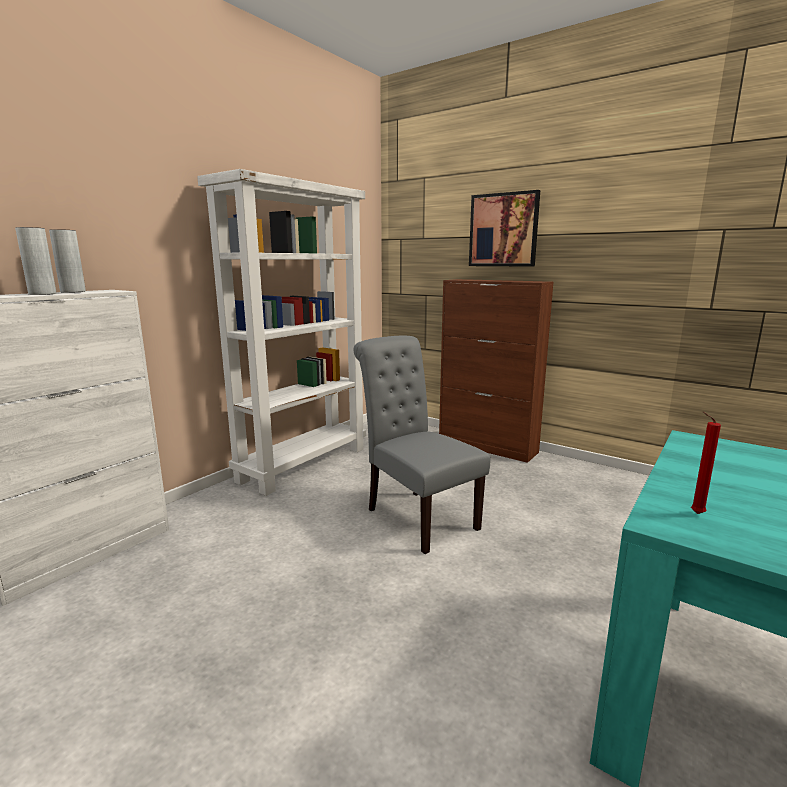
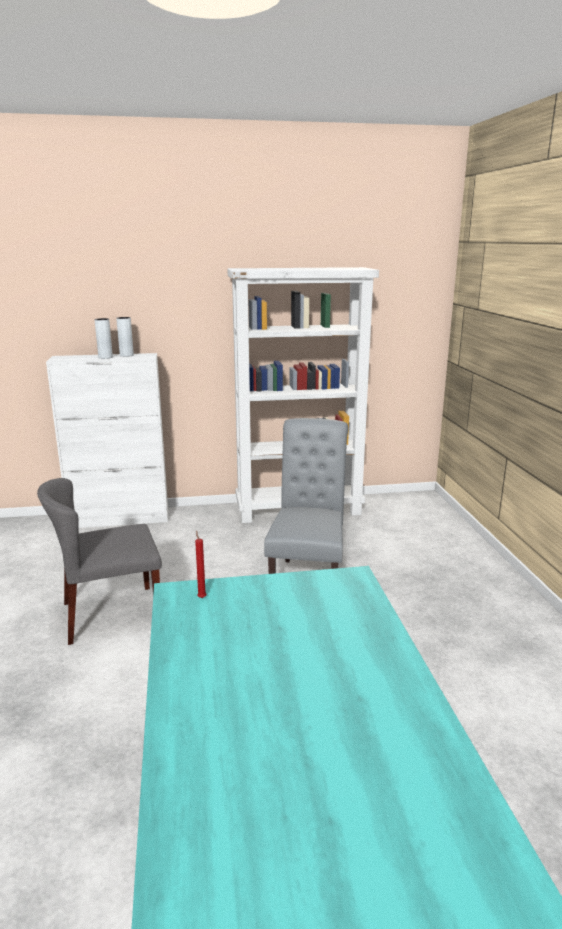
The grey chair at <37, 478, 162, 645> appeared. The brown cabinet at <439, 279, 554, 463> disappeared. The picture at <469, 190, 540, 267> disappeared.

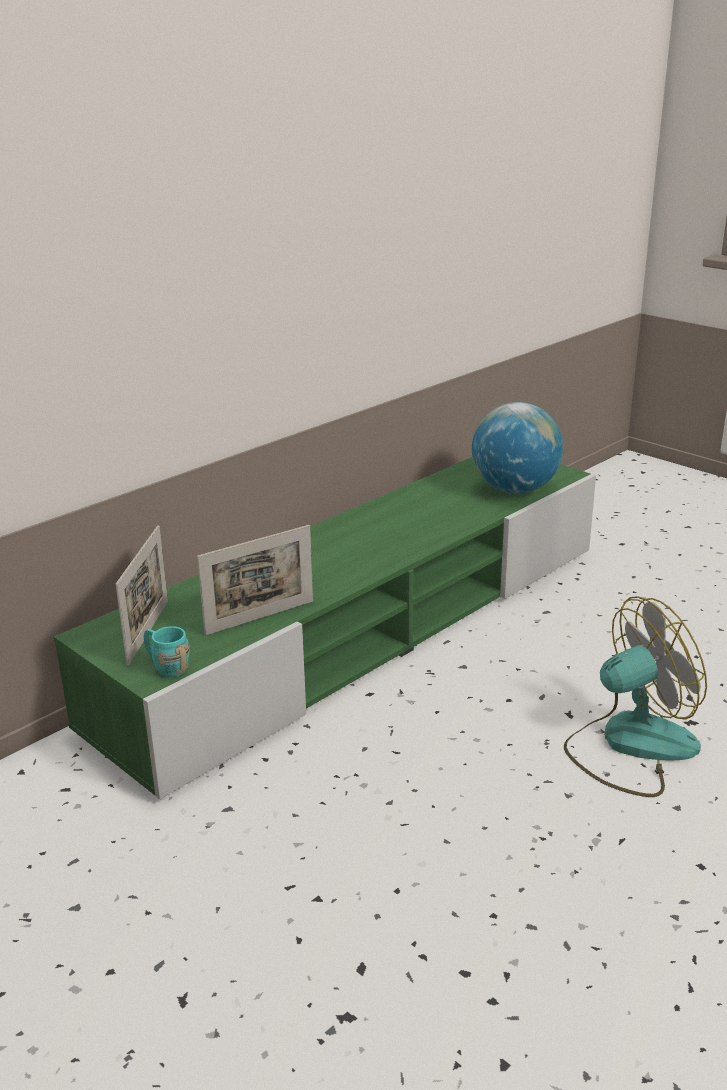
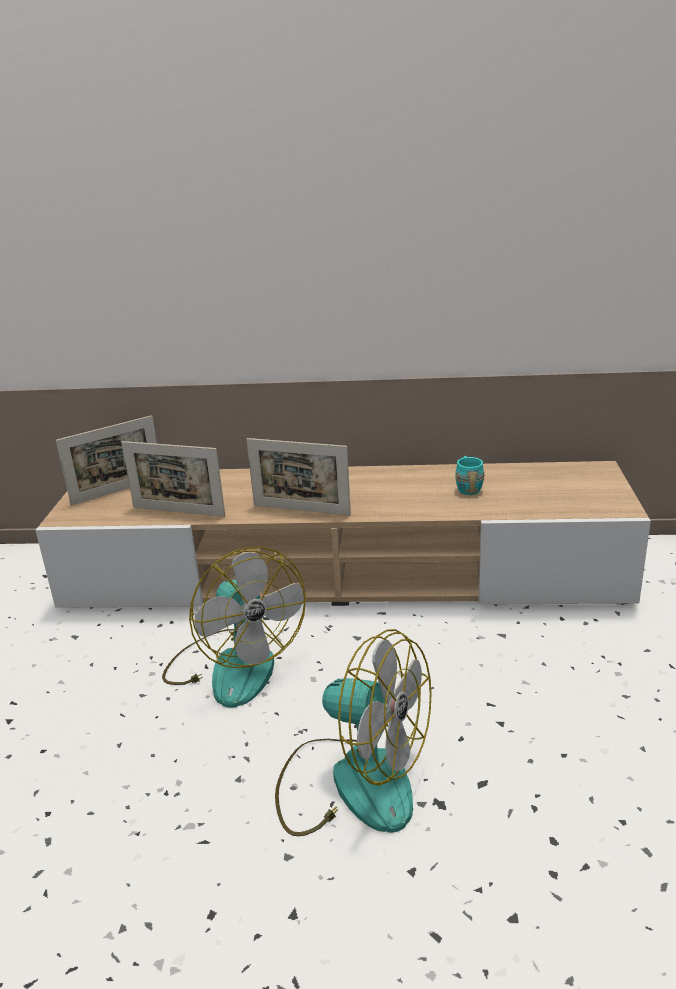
The green tv stand at <54, 457, 596, 799> became the beige tv stand at <35, 461, 651, 608>. The fan at <162, 547, 306, 708> appeared. The picture frame at <247, 438, 351, 516> appeared. The turquoise mug moved from <144, 626, 190, 677> to <455, 456, 485, 495>. The globe at <472, 402, 563, 494> disappeared.

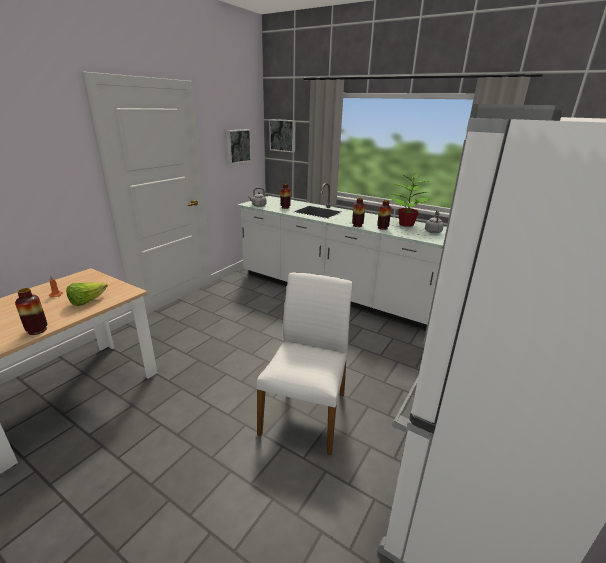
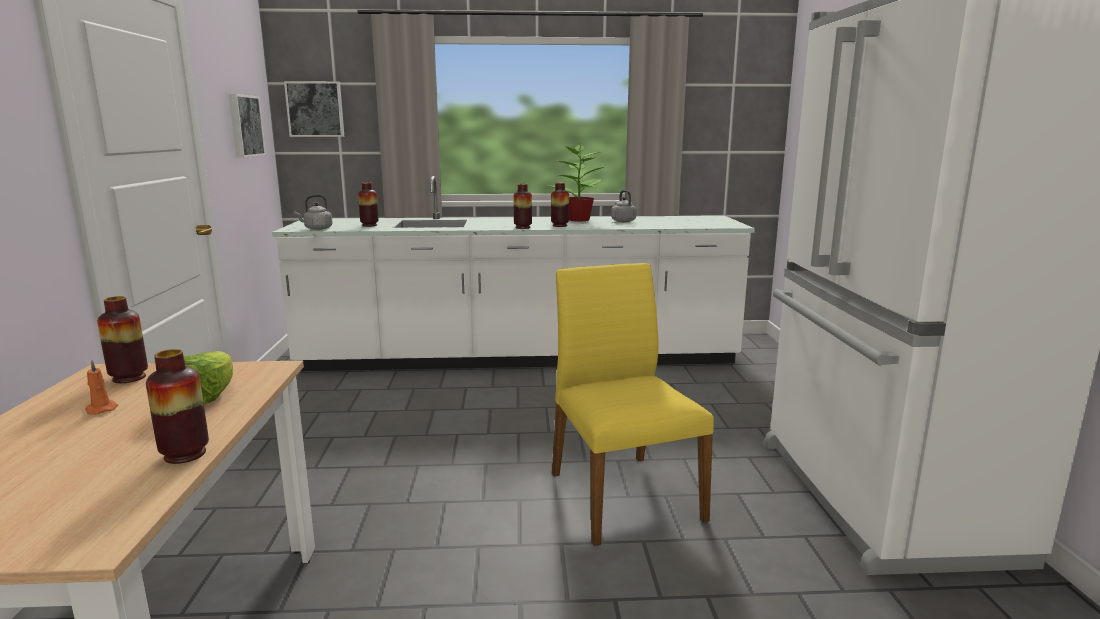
The vase at <97, 296, 148, 383> appeared. The white chair at <257, 272, 353, 455> became the yellow chair at <552, 263, 714, 546>.

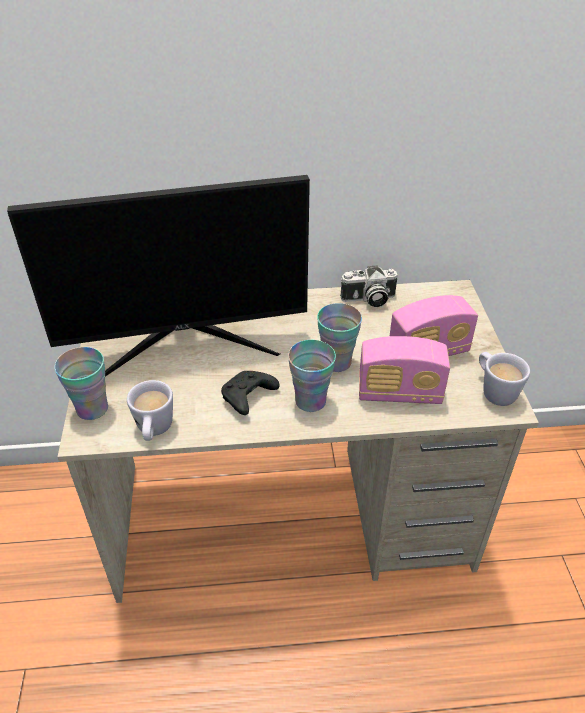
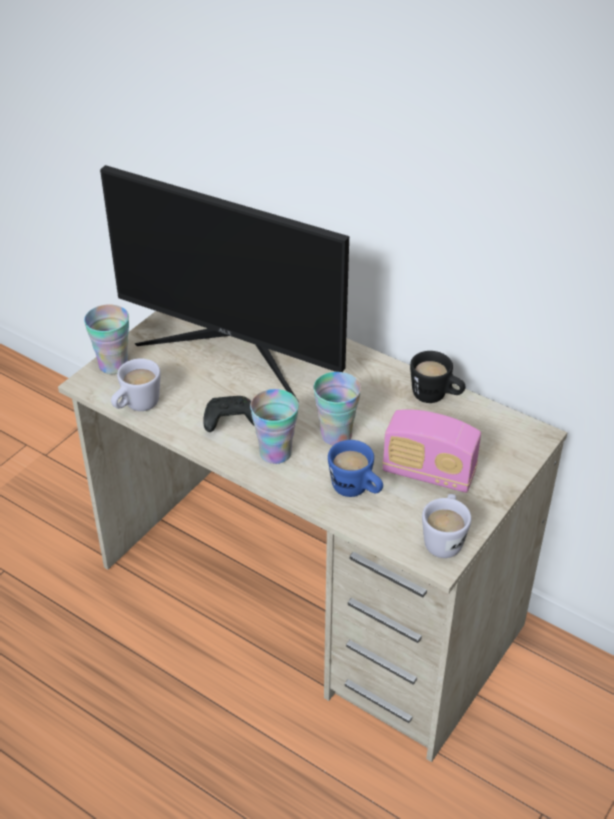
The radio at <359, 336, 450, 404> was replaced by the blue mug at <328, 440, 383, 497>. The photo camera at <340, 265, 398, 307> was replaced by the black mug at <410, 351, 465, 403>.

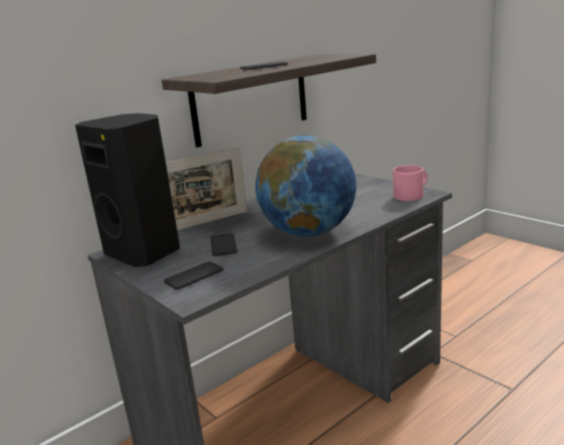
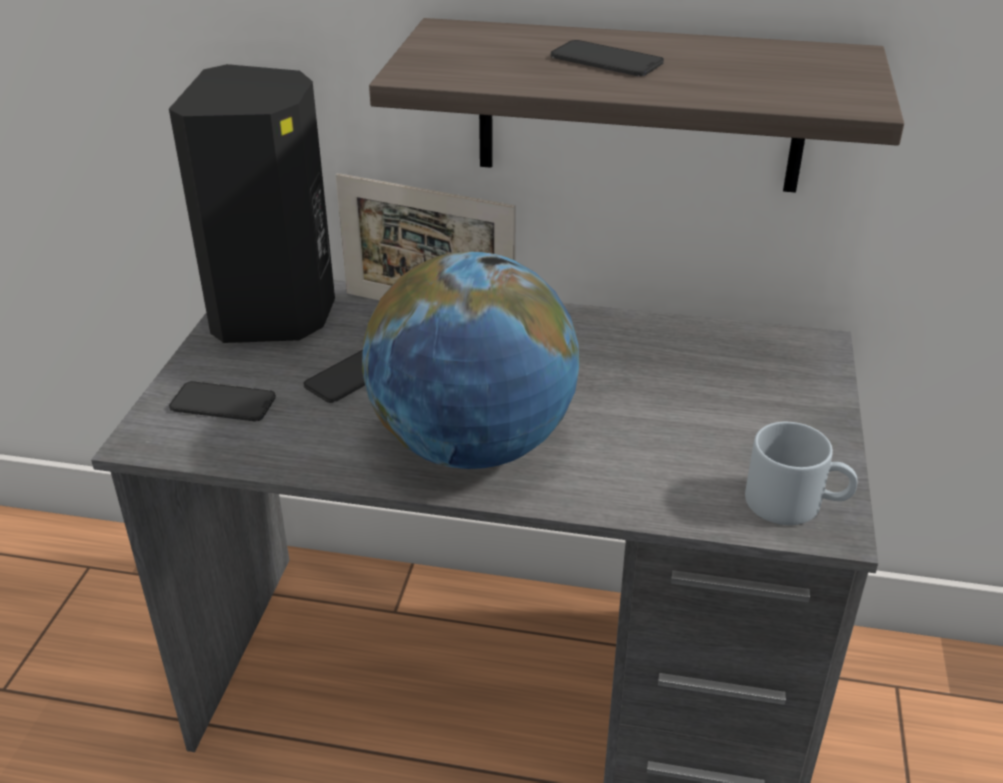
The pink mug at <393, 165, 427, 201> became the grey mug at <745, 422, 857, 525>.

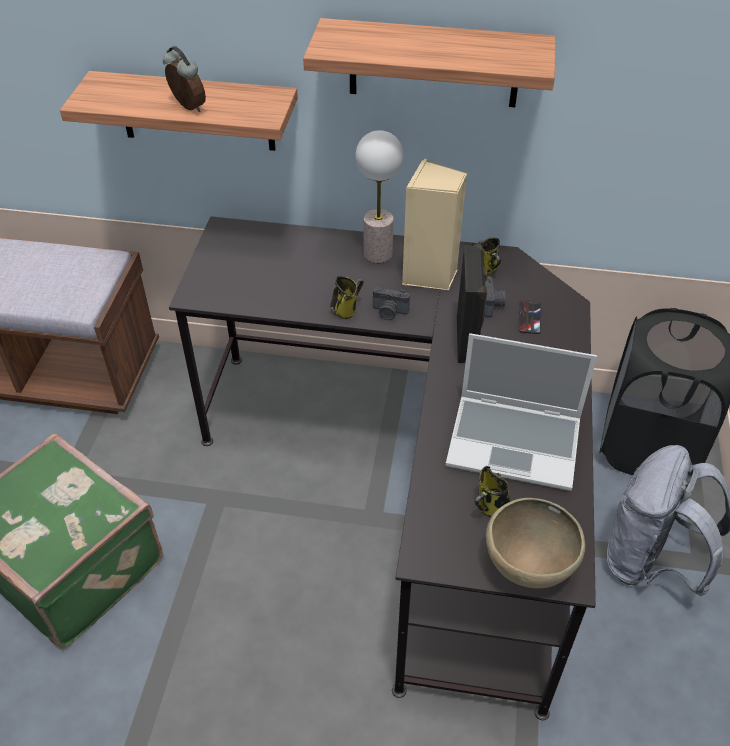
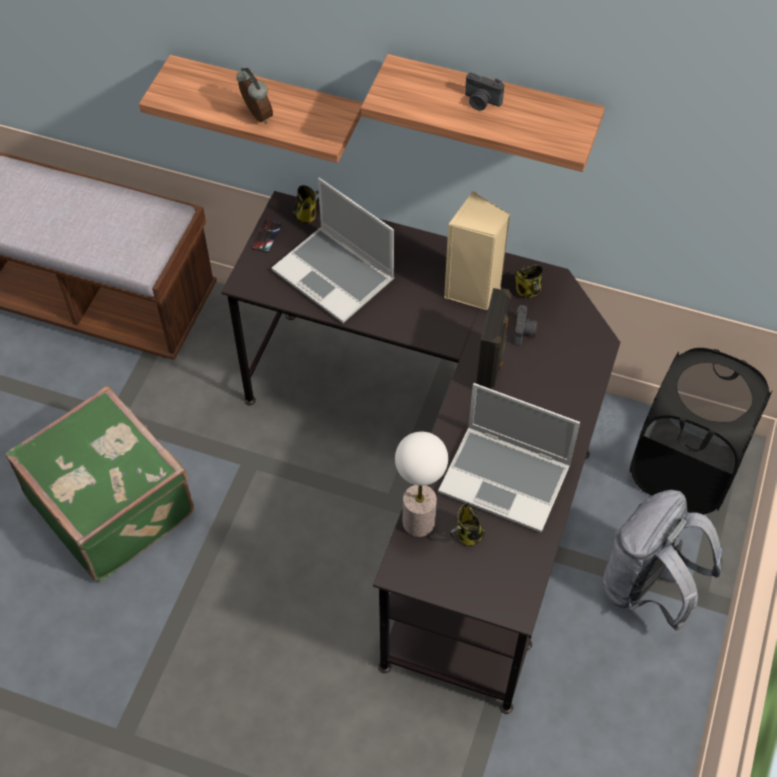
The phone moved from <519, 300, 541, 334> to <252, 218, 283, 253>. The laptop at <272, 178, 394, 323> appeared. The mug moved from <330, 276, 364, 319> to <293, 185, 319, 224>. The table lamp moved from <355, 130, 404, 263> to <395, 431, 448, 537>. The photo camera moved from <373, 287, 410, 320> to <465, 72, 504, 111>. The brown bowl at <486, 498, 585, 589> disappeared.

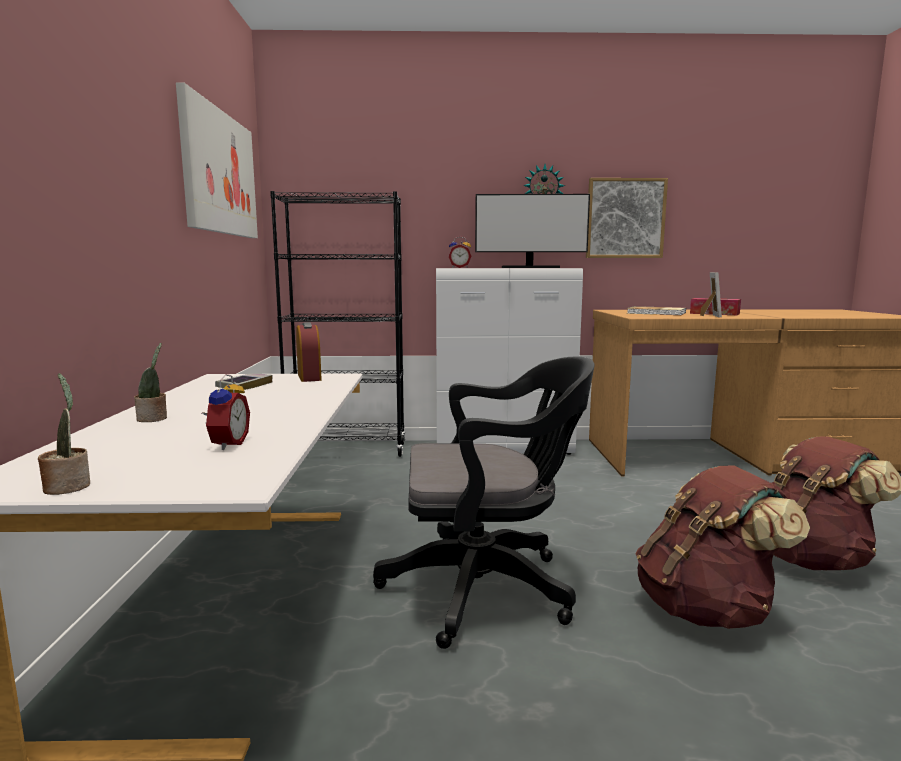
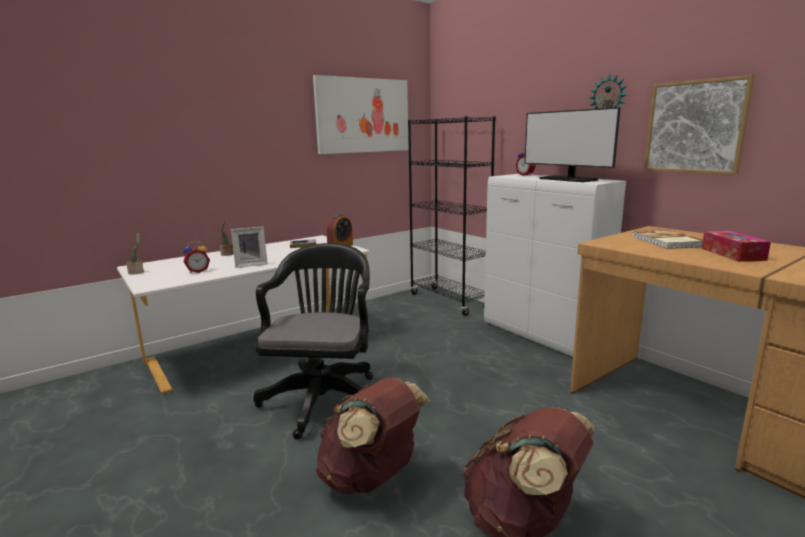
The picture frame moved from <700, 272, 722, 318> to <231, 227, 268, 268>. The black office chair at <373, 356, 594, 649> turned 135 degrees counterclockwise.

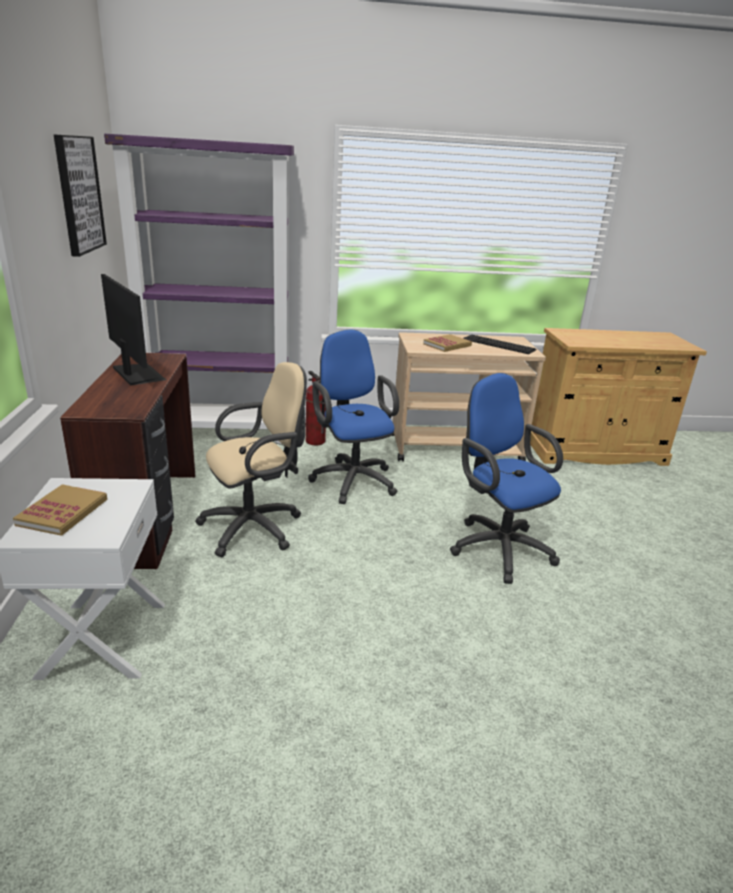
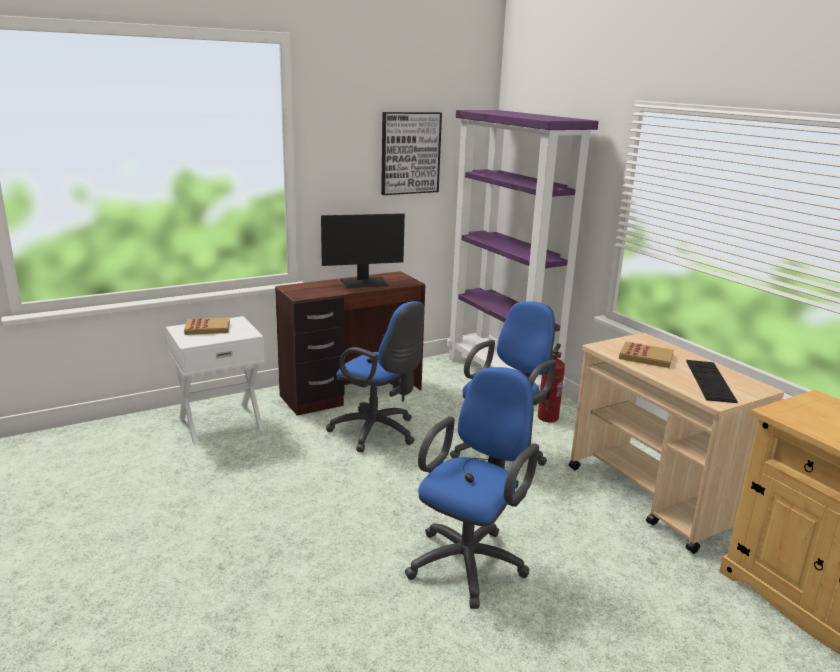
The monitor at <101, 274, 166, 386> turned 45 degrees clockwise. The beige office chair at <195, 362, 307, 557> became the blue office chair at <326, 301, 425, 452>.

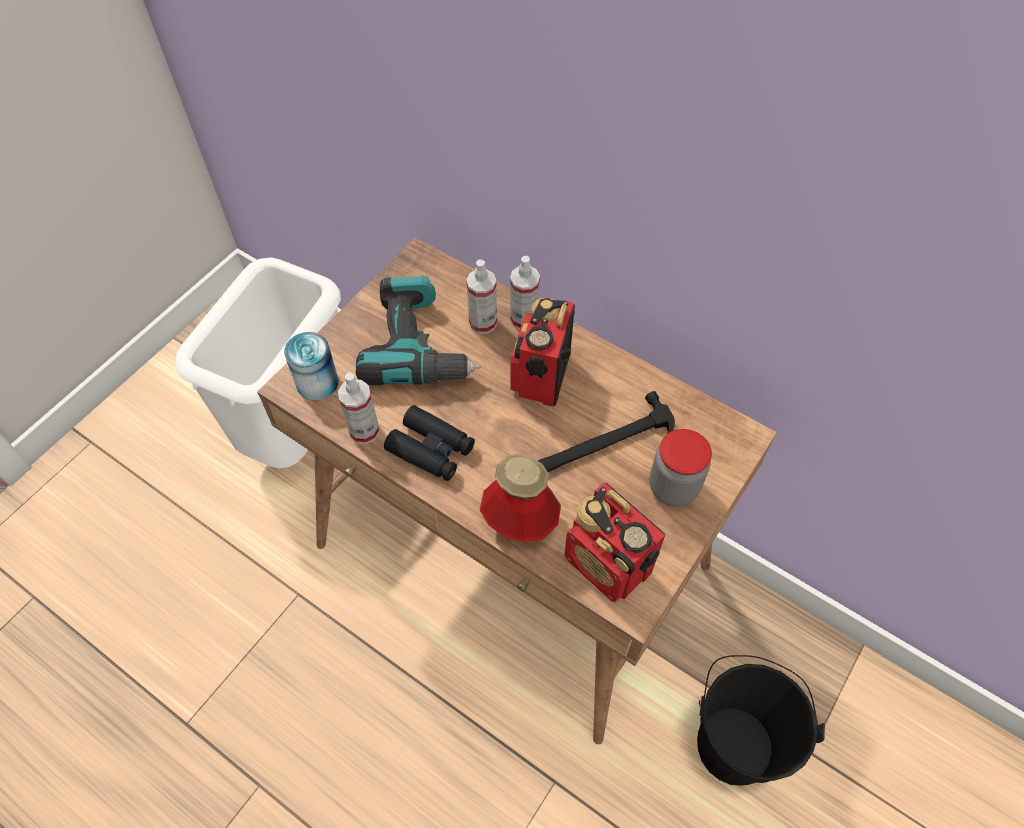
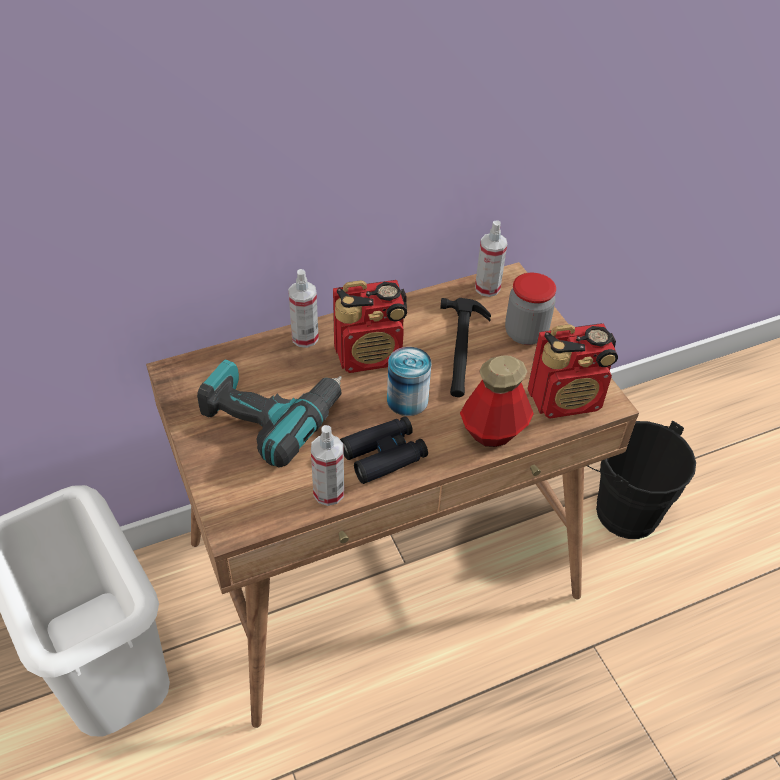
The radio at <510, 297, 575, 407> turned 60 degrees counterclockwise. The can moved from <284, 332, 339, 401> to <387, 347, 431, 416>. The spray bottle moved from <466, 259, 497, 334> to <475, 220, 507, 297>.

